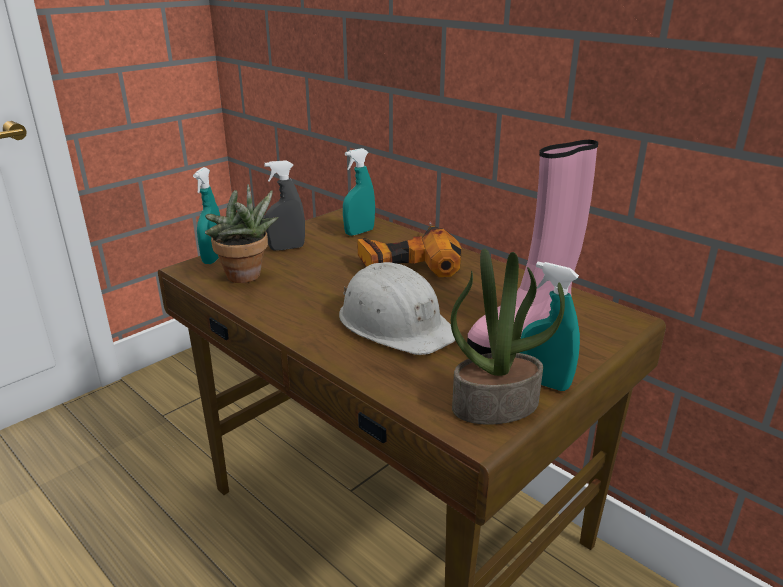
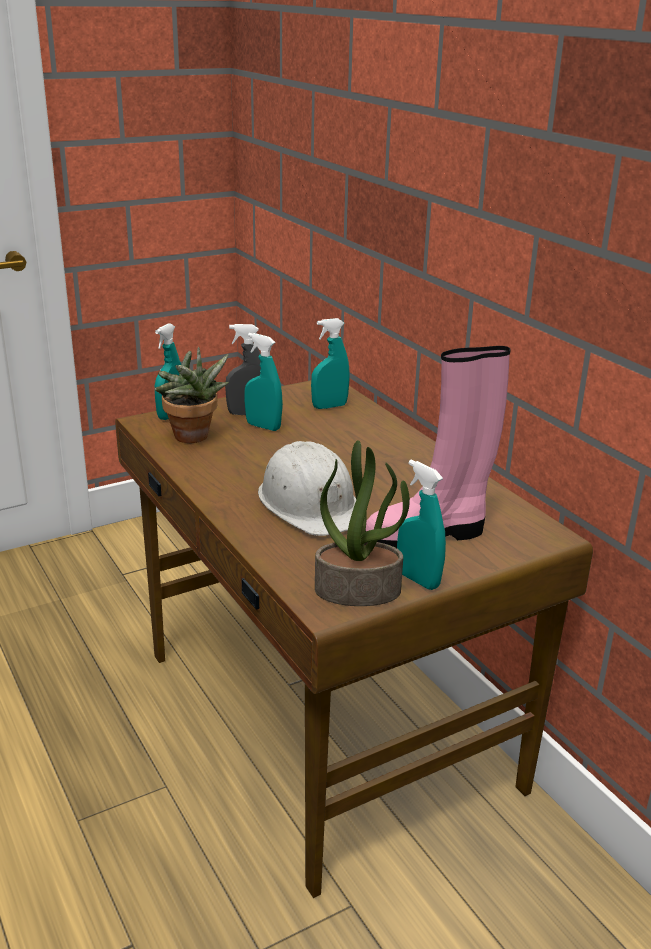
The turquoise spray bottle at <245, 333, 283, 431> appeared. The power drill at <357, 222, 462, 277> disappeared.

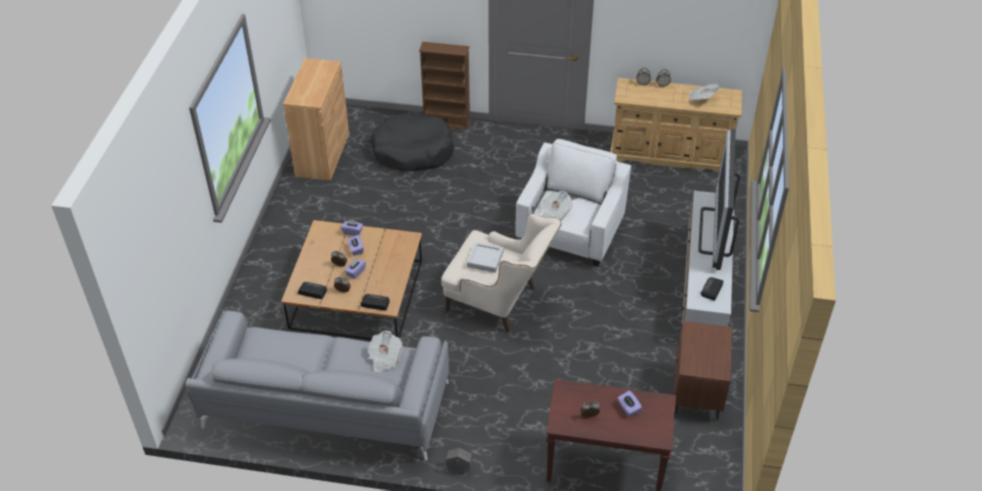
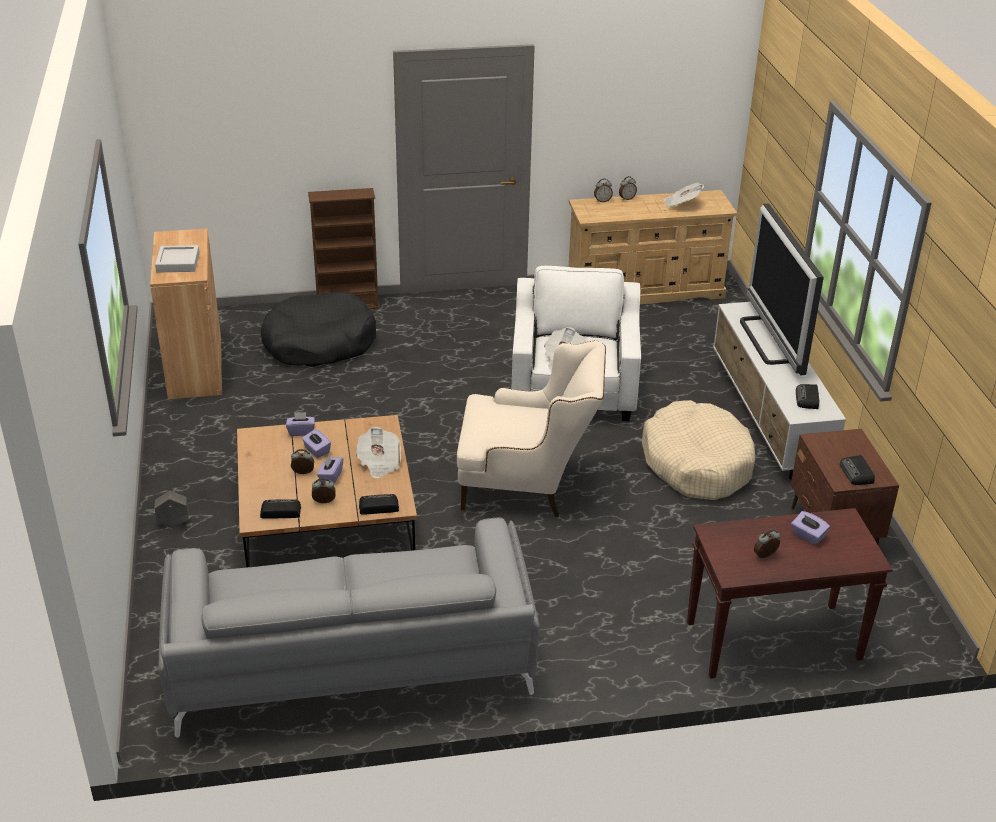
The grey tray moved from <467, 242, 503, 273> to <155, 245, 200, 273>. The grey planter moved from <446, 448, 472, 473> to <155, 491, 189, 528>. The newspaper moved from <367, 331, 403, 372> to <356, 427, 401, 479>. The beige dog bed at <642, 400, 756, 500> appeared. The radio at <840, 455, 875, 485> appeared.

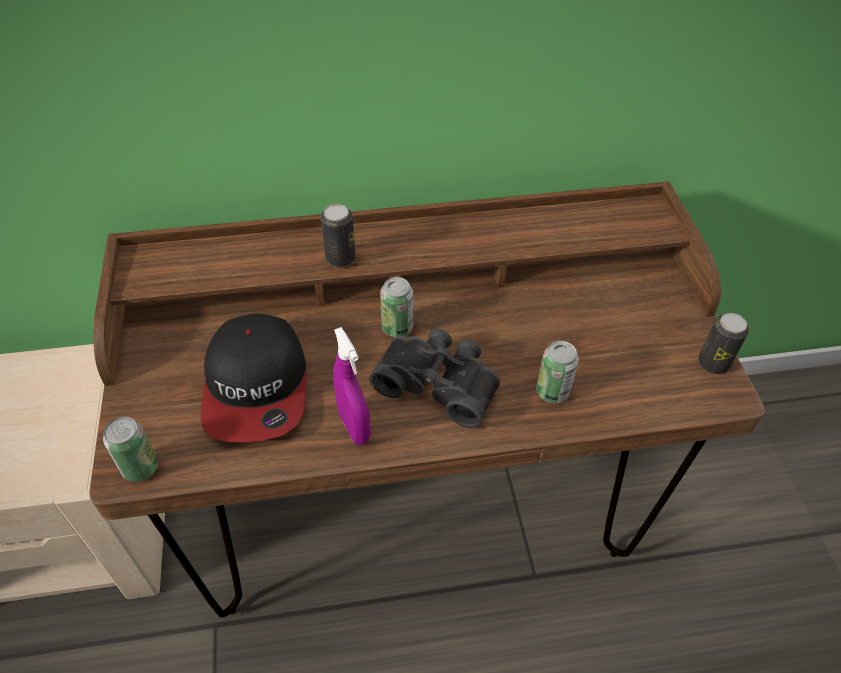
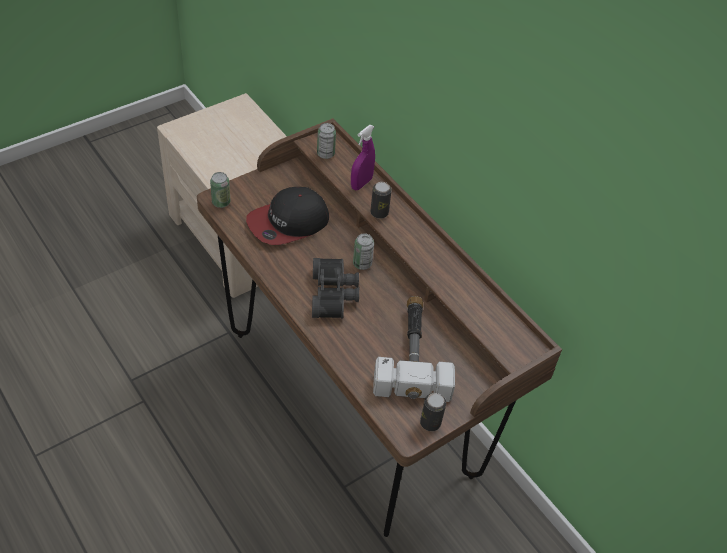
The can moved from <536, 341, 579, 403> to <317, 123, 336, 159>. The purple spray bottle moved from <333, 327, 371, 445> to <351, 125, 375, 190>. The hammer at <373, 296, 455, 402> appeared.

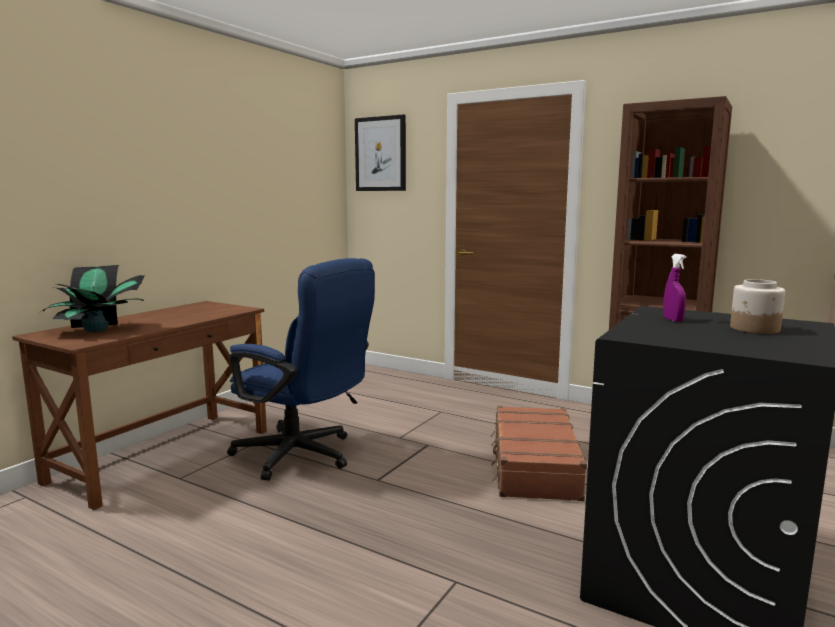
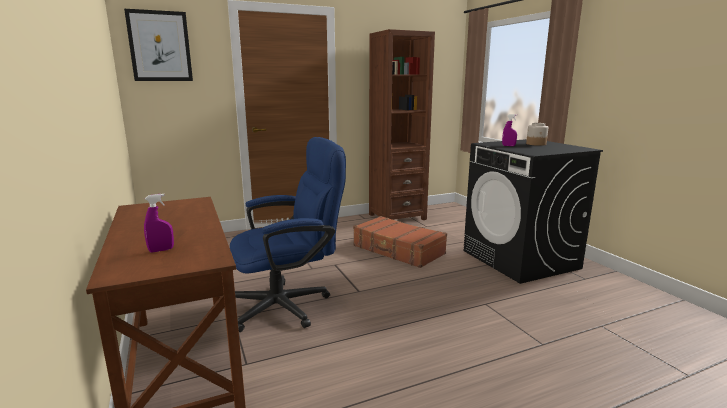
The potted plant at <42, 265, 145, 332> was replaced by the purple spray bottle at <144, 194, 174, 253>.

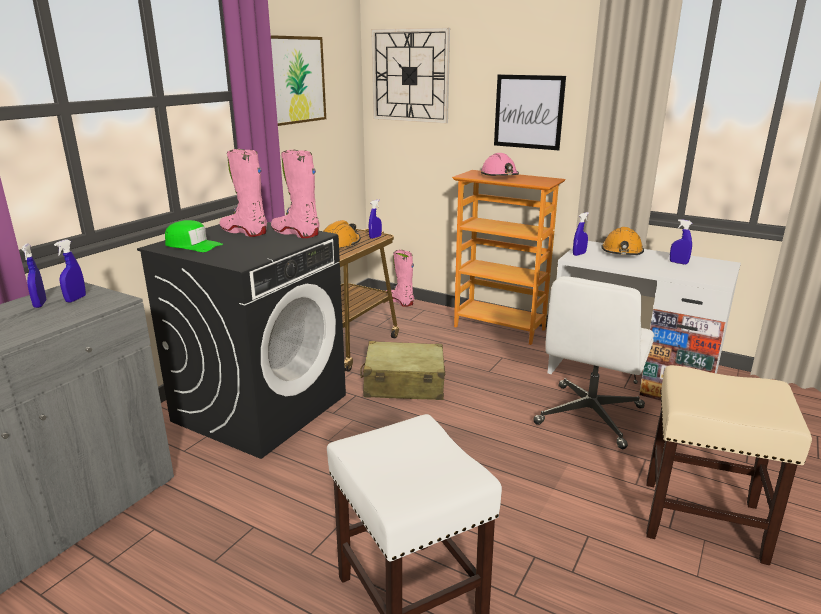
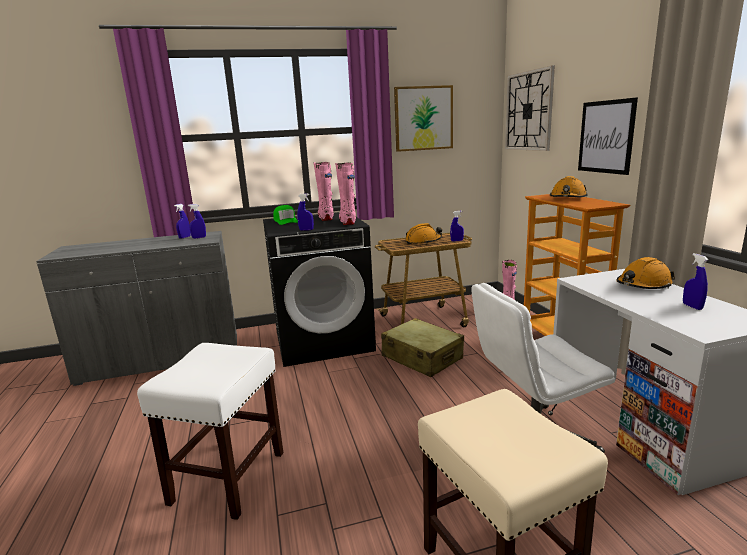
The blue spray bottle moved from <573, 212, 589, 256> to <297, 193, 314, 231>. The pink hard hat at <481, 153, 519, 176> became the orange hard hat at <550, 176, 588, 197>.

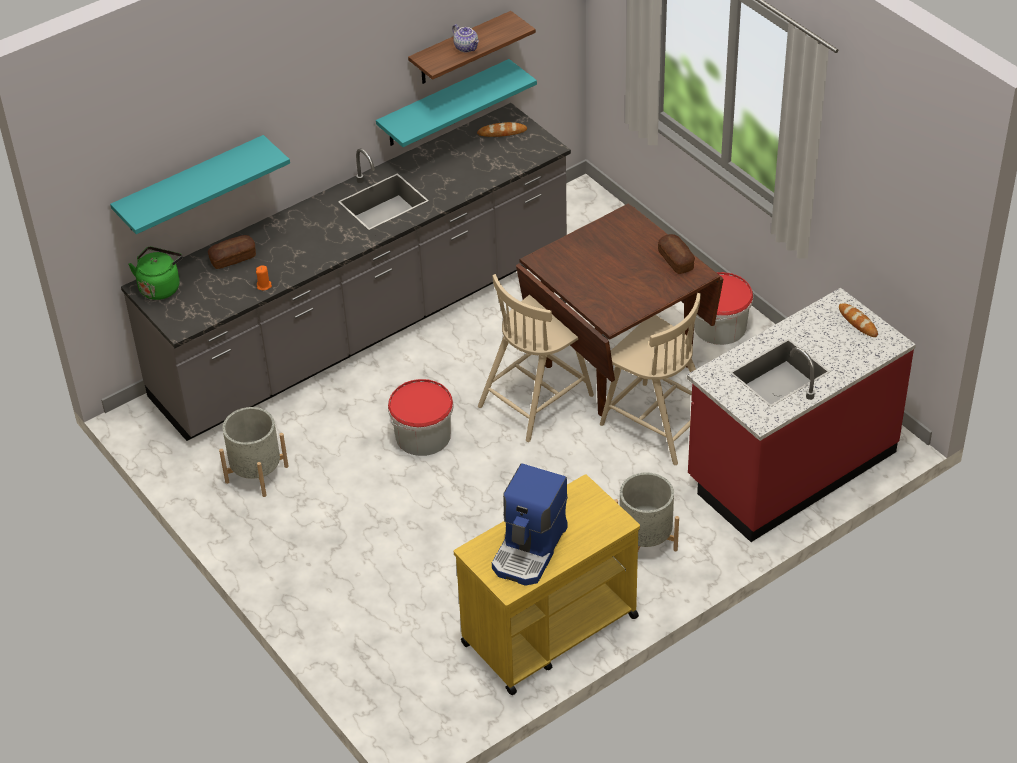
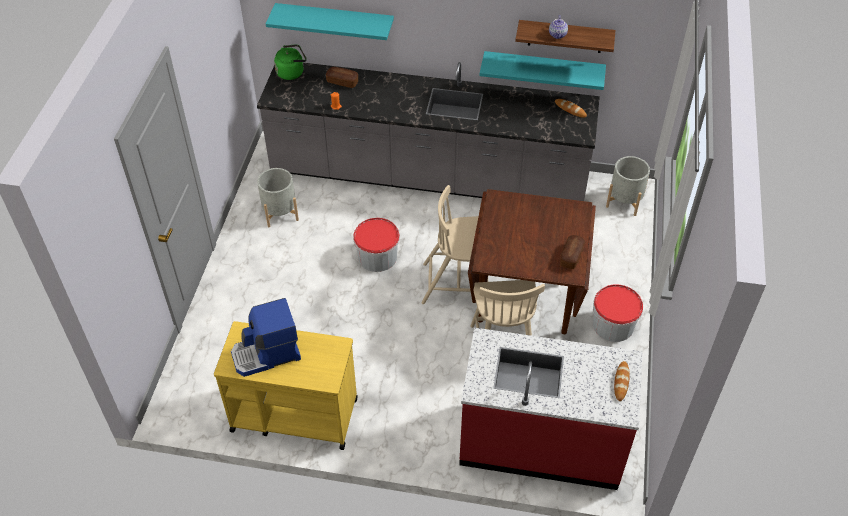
The grey planter moved from <614, 472, 679, 551> to <606, 156, 650, 216>.

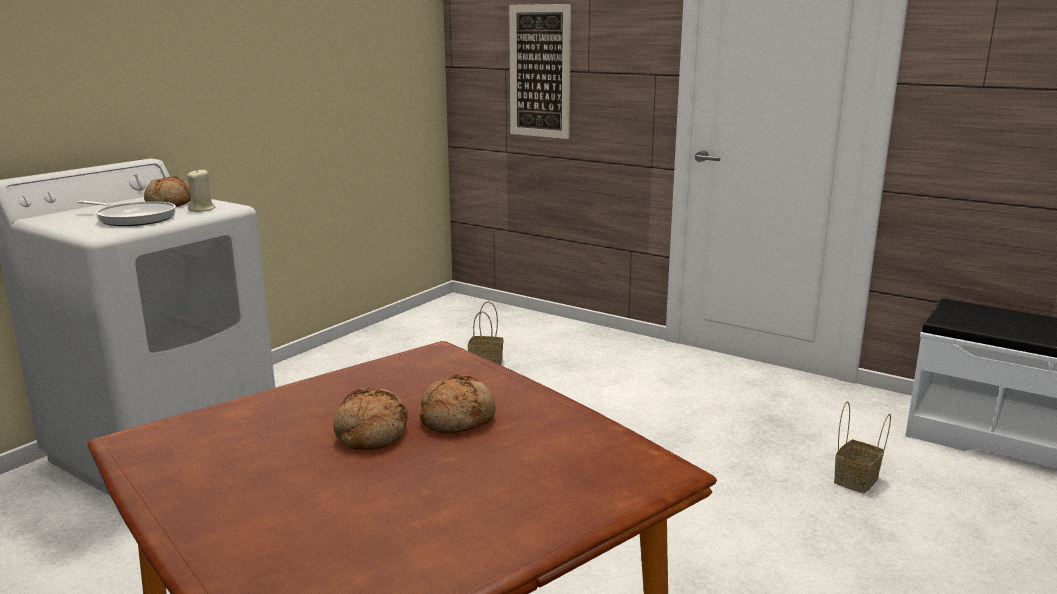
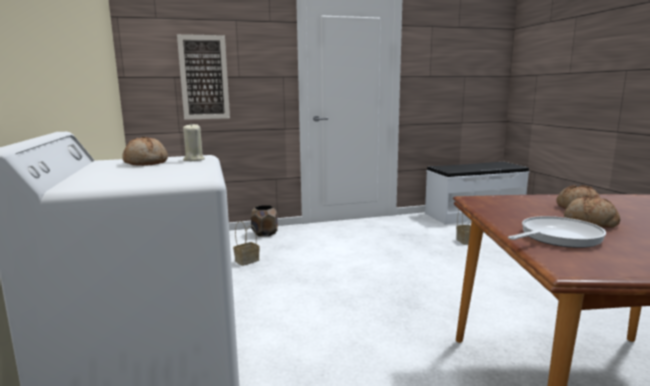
The brown planter at <251, 205, 278, 237> appeared. The frying pan moved from <78, 201, 176, 226> to <508, 216, 606, 248>.

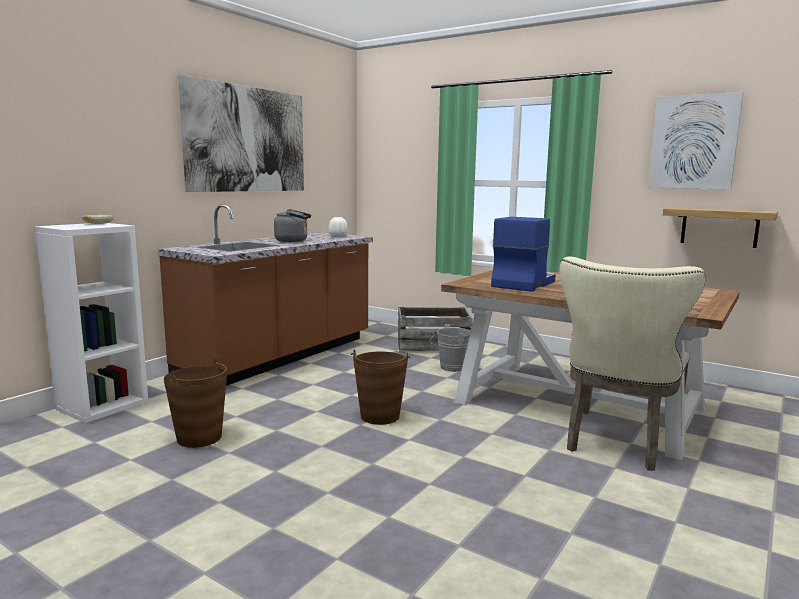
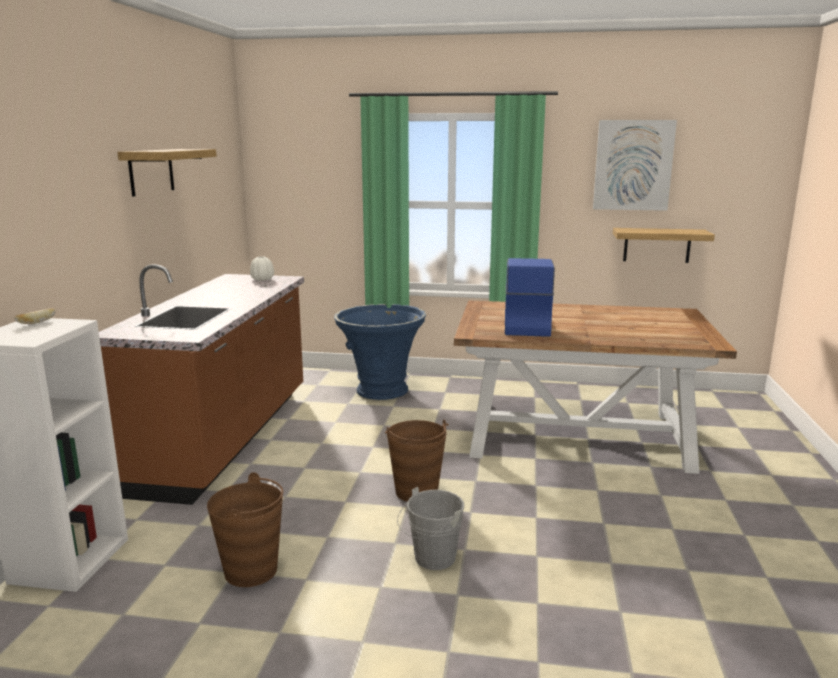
The picture at <178, 75, 304, 192> was replaced by the shelf at <117, 149, 217, 197>. The crate at <398, 307, 472, 353> was replaced by the blue planter at <334, 304, 426, 400>. The grey bucket moved from <430, 324, 471, 372> to <397, 487, 464, 570>. The grey kettle at <274, 209, 311, 242> disappeared. The beige chair at <560, 256, 706, 471> disappeared.

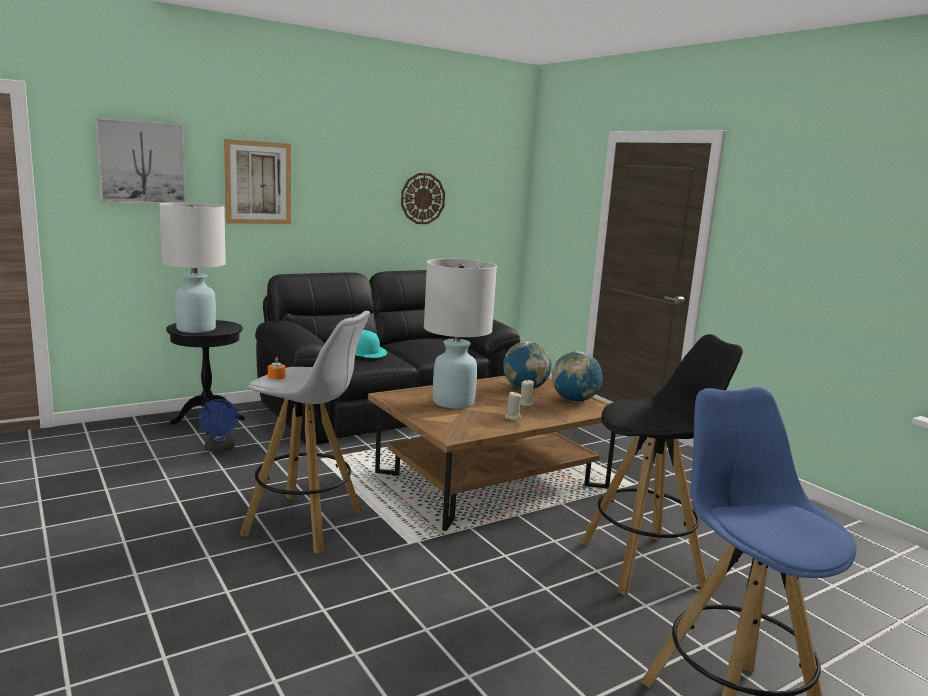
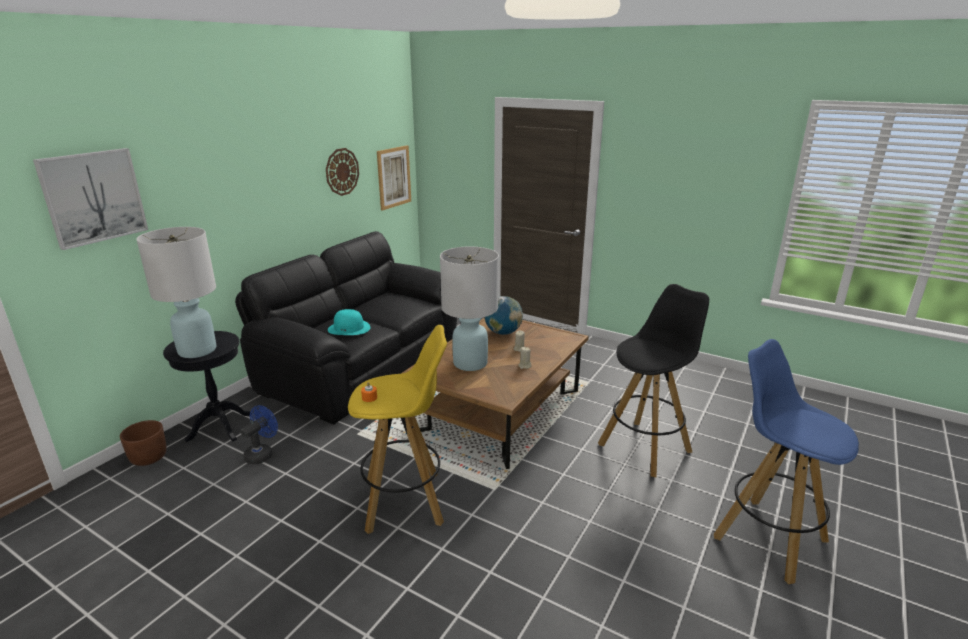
The brown planter at <120, 420, 167, 466> appeared. The blue fan at <198, 399, 239, 452> turned 105 degrees counterclockwise. The white stool at <240, 311, 370, 554> became the yellow stool at <348, 325, 447, 534>. The picture moved from <224, 139, 291, 224> to <377, 145, 411, 211>. The globe at <552, 351, 603, 402> disappeared.

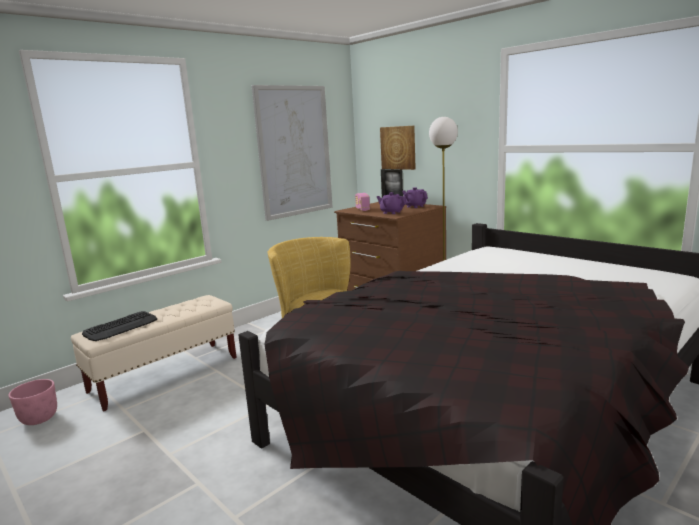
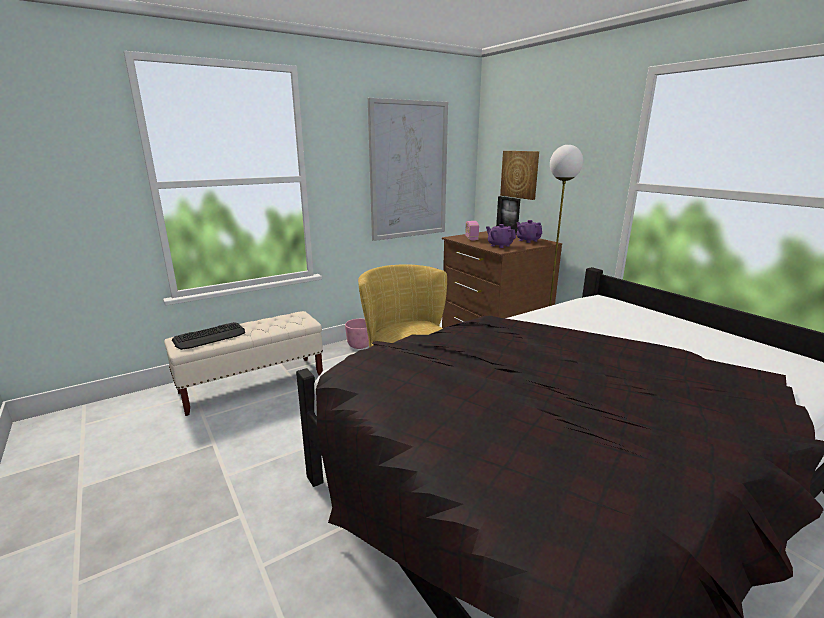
The pink planter moved from <9, 379, 57, 425> to <345, 319, 369, 349>.

